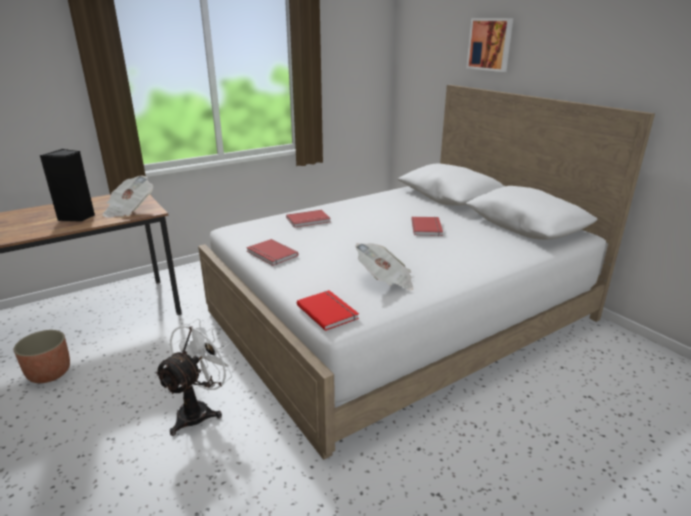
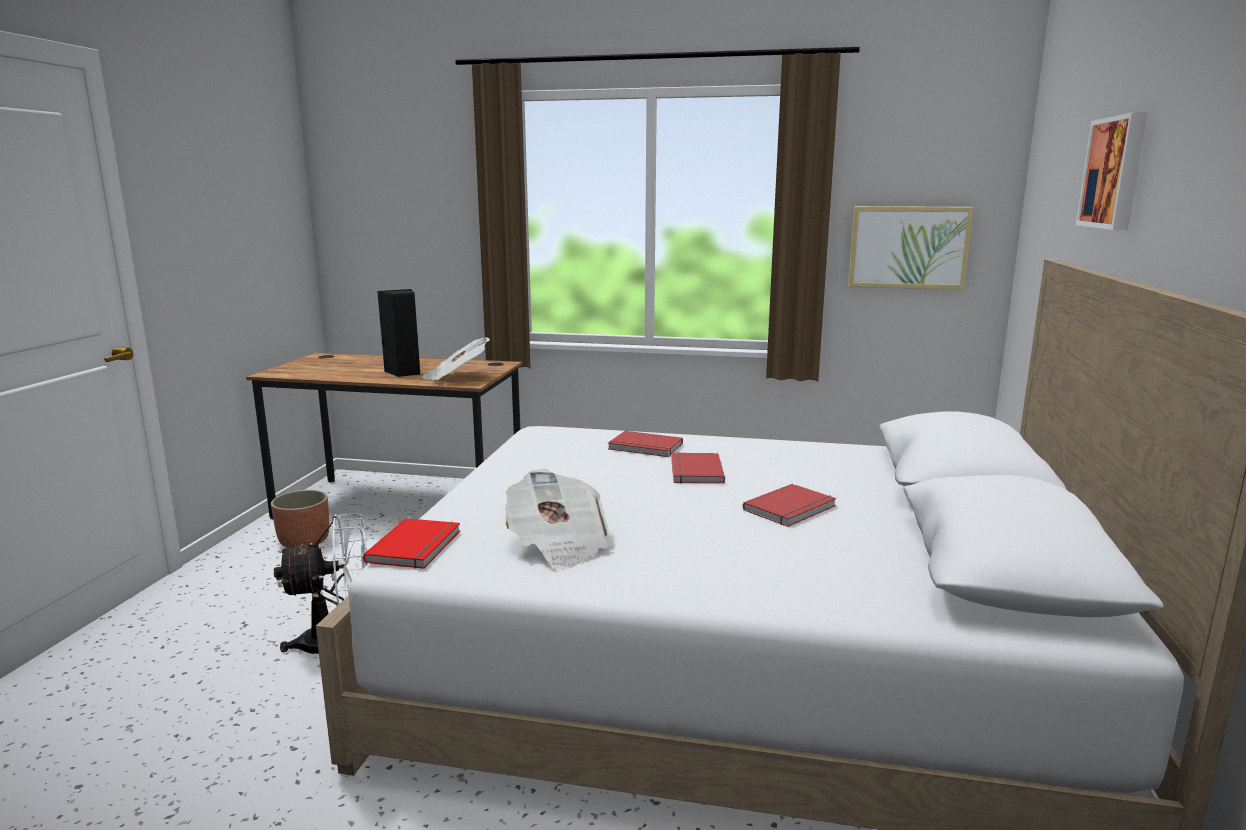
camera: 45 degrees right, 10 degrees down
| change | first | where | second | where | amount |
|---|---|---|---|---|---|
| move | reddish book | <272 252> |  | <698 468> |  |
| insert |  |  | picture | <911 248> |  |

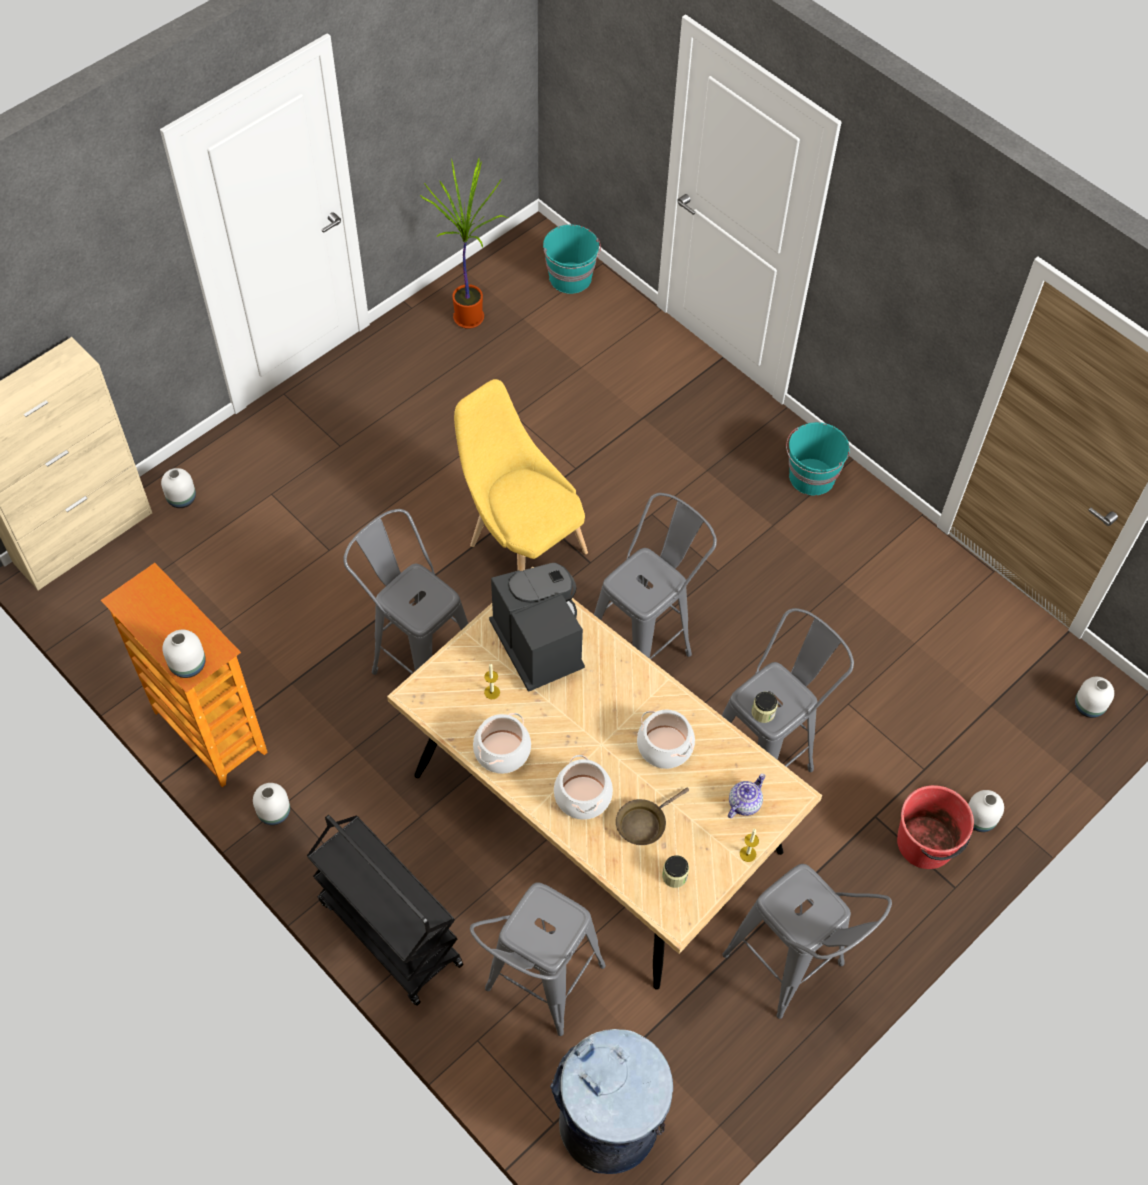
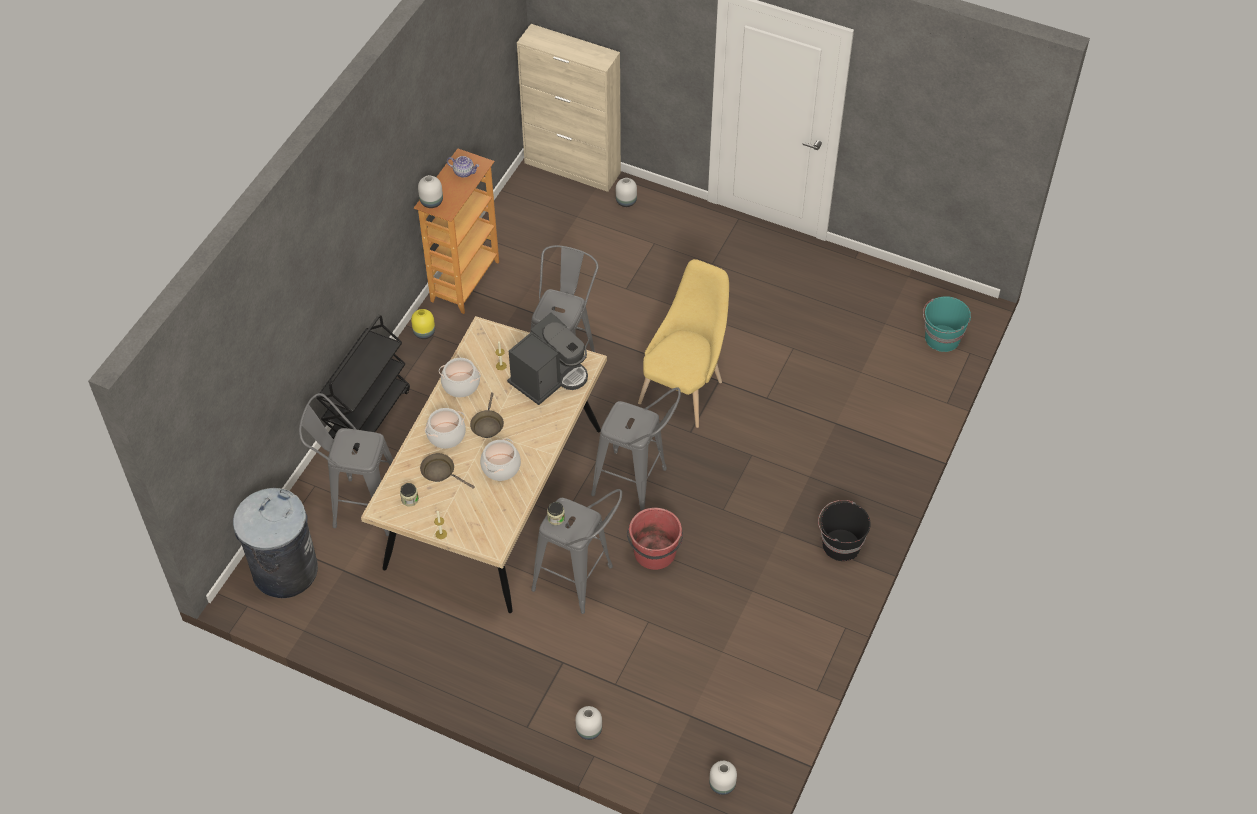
camera: 70 degrees right, 5 degrees down
| change | first | where | second | where | amount |
|---|---|---|---|---|---|
| recolor | whitish vase | <271 804> | yellow-coloured vase | <423 324> |  |
| move | teapot | <746 796> |  | <463 167> |  |
| insert |  |  | brown-coloured frying pan | <487 415> |  |
| move | reddish water bucket | <935 827> |  | <655 539> |  |
| recolor | blue-green water bucket | <818 458> | black-coloured water bucket | <844 530> |  |
| delete | plant in a pot | <464 244> |  |  |  |
| delete | grey stool | <807 941> |  |  |  |

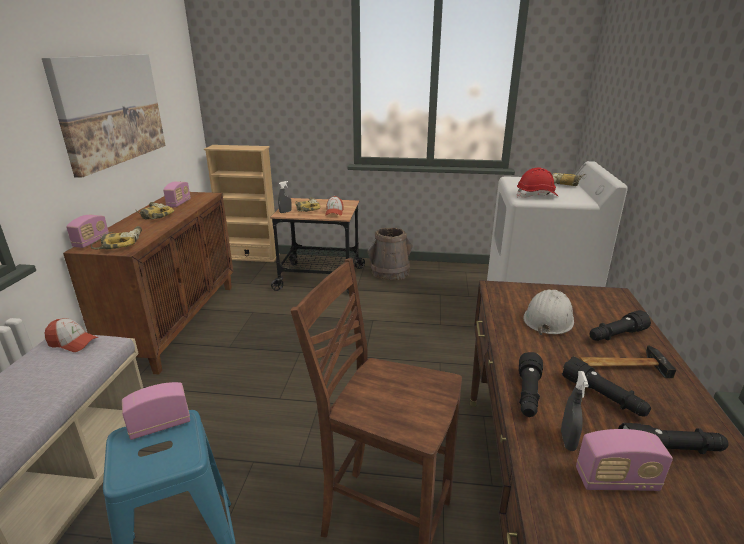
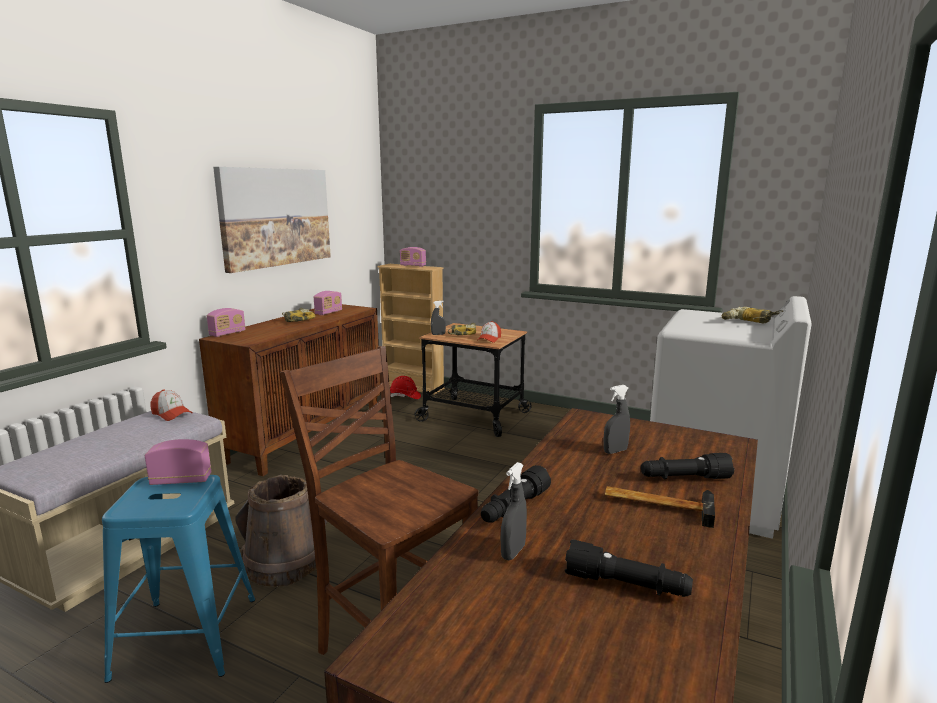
camera: 20 degrees right, 10 degrees down
| change | first | where | second | where | amount |
|---|---|---|---|---|---|
| move | brown-coloured water bucket | <390 254> |  | <281 531> |  |
| move | reddish hard hat | <537 182> |  | <405 387> |  |
| move | radio receiver | <624 460> |  | <413 257> |  |
| replace | whitish hard hat | <549 312> | grey spray bottle | <617 419> |  |
| delete | electric drill | <116 237> |  |  |  |
| delete | black-coloured torch | <606 386> |  |  |  |

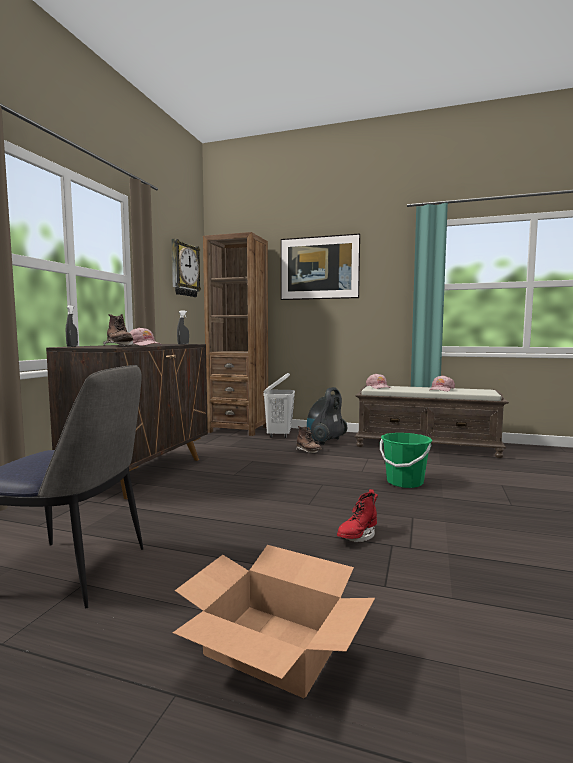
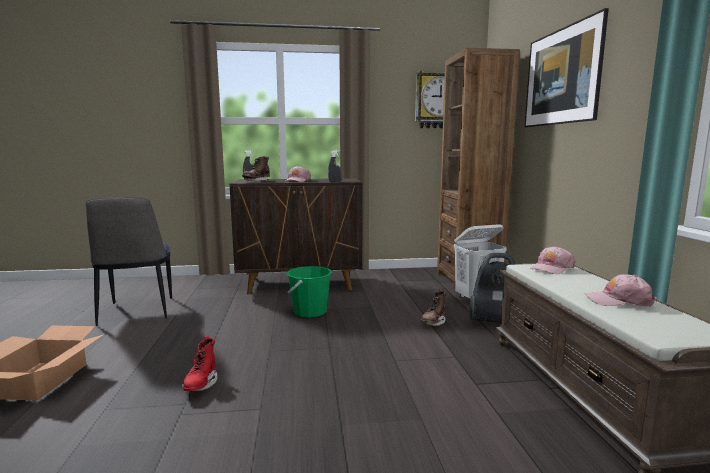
camera: 65 degrees right, 5 degrees up
| change | first | where | second | where | amount |
|---|---|---|---|---|---|
| rotate | reddish boot | <357 515> |  | <199 363> | 105 degrees counterclockwise |
| move | green water bucket | <406 460> |  | <309 292> |  |

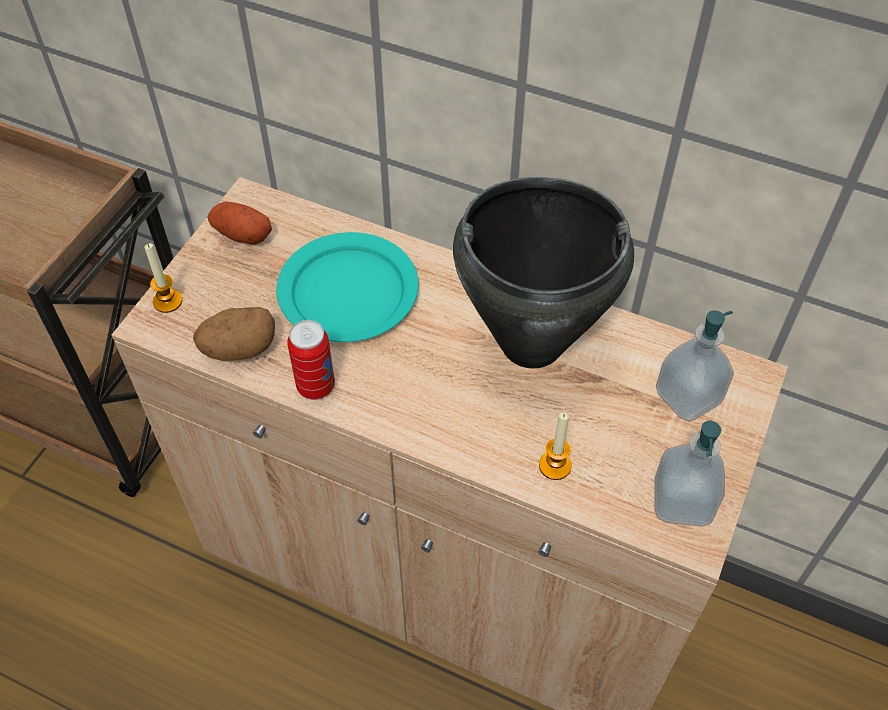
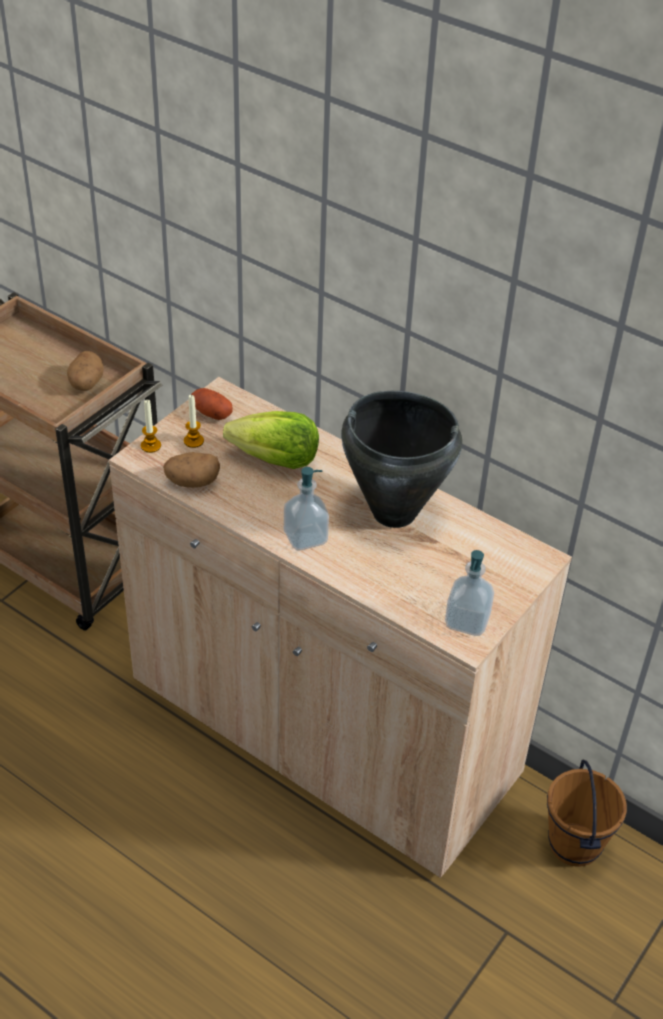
camera: 10 degrees right, 10 degrees down
| change | first | where | second | where | amount |
|---|---|---|---|---|---|
| insert |  |  | whole potato | <85 371> |  |
| move | wax candle | <555 446> |  | <194 421> |  |
| replace | blue-green plate | <347 287> | head of lettuce | <271 440> |  |
| move | liquid soap bottle | <695 365> |  | <306 508> |  |
| insert |  |  | brown-coloured water bucket | <587 813> |  |
| delete | sealed can | <311 360> |  |  |  |

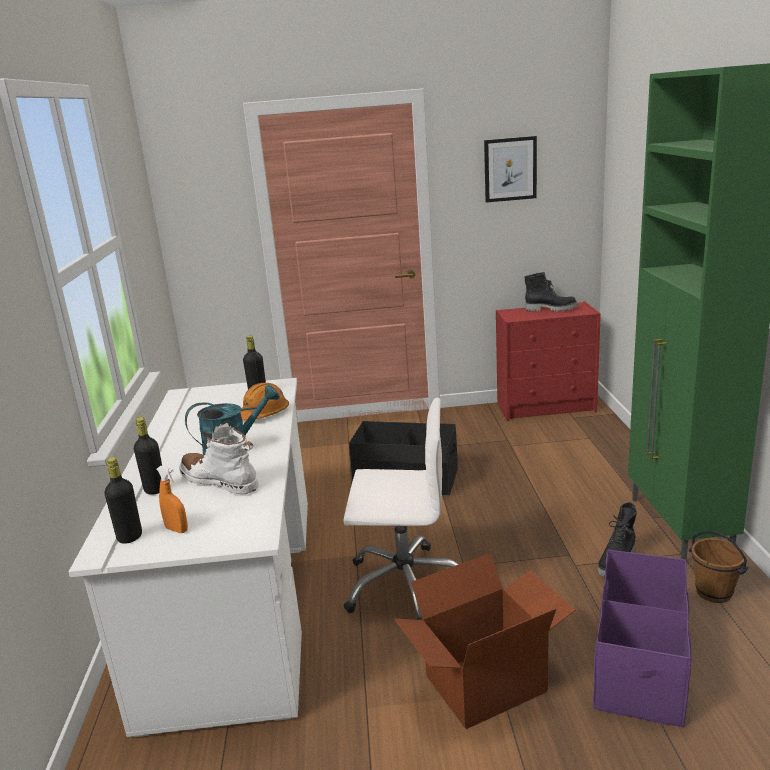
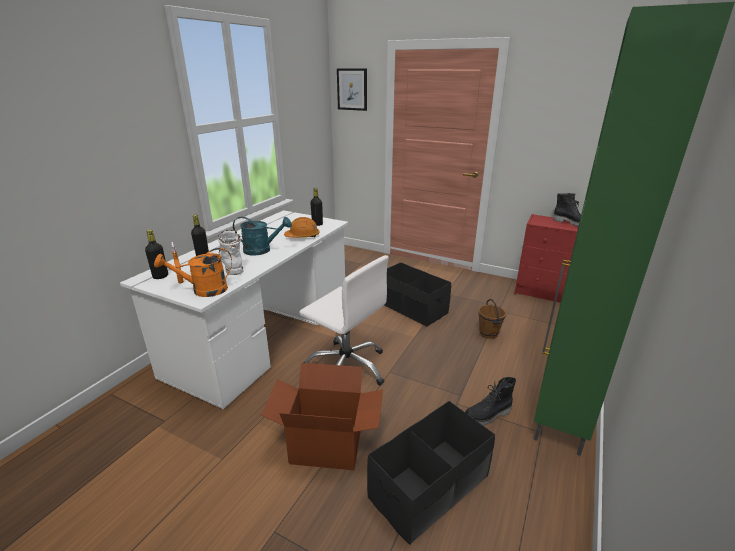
camera: 30 degrees right, 5 degrees up
| change | first | where | second | where | amount |
|---|---|---|---|---|---|
| insert |  |  | orange sprinkling can | <193 272> |  |
| move | picture | <510 169> |  | <352 89> |  |
| recolor | purple storage box | <642 638> | black-coloured storage box | <431 473> |  |
| move | brown-coloured water bucket | <718 567> |  | <492 319> |  |

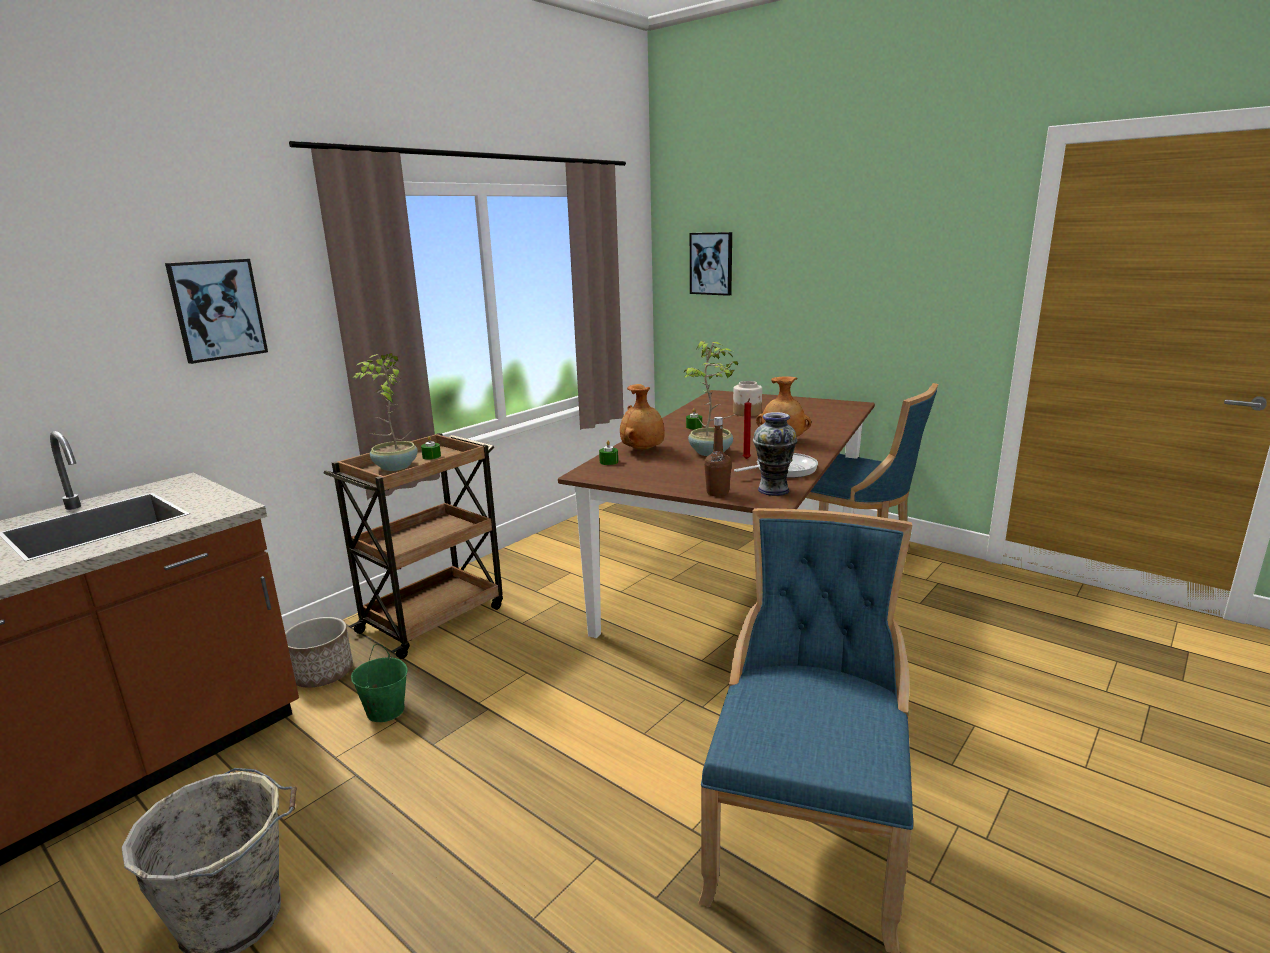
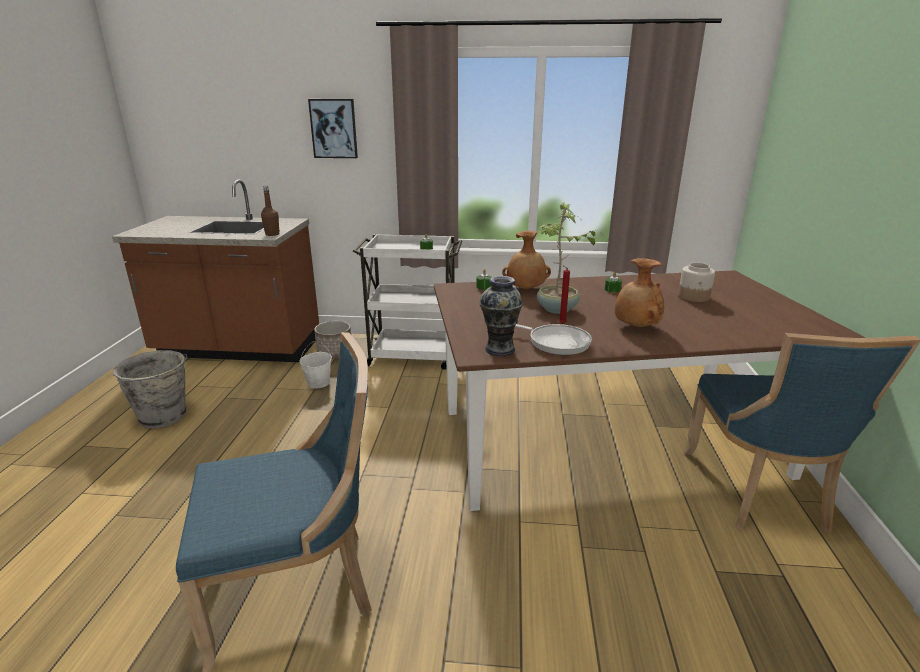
camera: 55 degrees right, 5 degrees up
| change | first | where | second | where | amount |
|---|---|---|---|---|---|
| move | brown-coloured beverage bottle | <718 456> |  | <270 211> |  |
| recolor | green water bucket | <379 683> | whitish water bucket | <316 365> |  |
| recolor | brown-coloured wheeled cart | <413 546> | whitish wheeled cart | <407 302> |  |
| delete | plant in a pot | <385 412> |  |  |  |
| delete | picture | <711 264> |  |  |  |

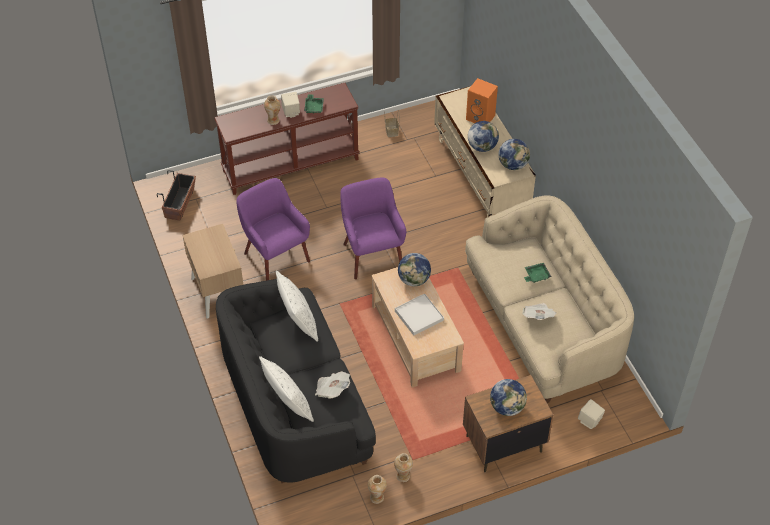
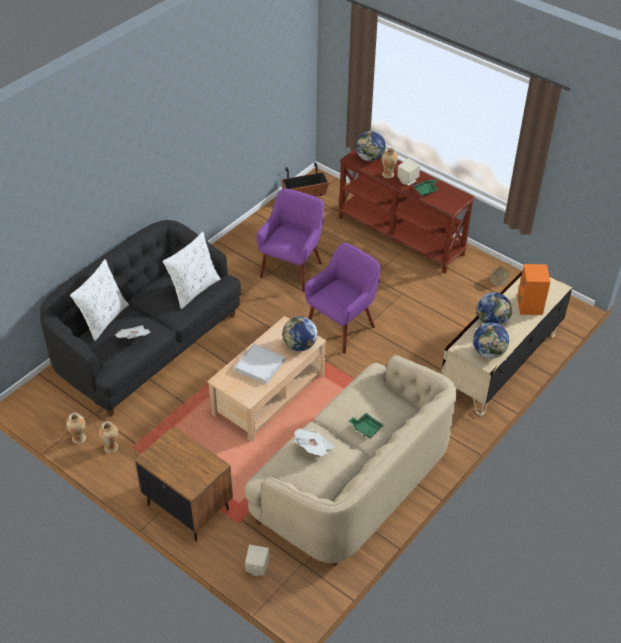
camera: 60 degrees right, 5 degrees down
| change | first | where | second | where | amount |
|---|---|---|---|---|---|
| move | globe | <508 397> |  | <371 146> |  |
| delete | sand-coloured bedside table | <213 271> |  |  |  |

